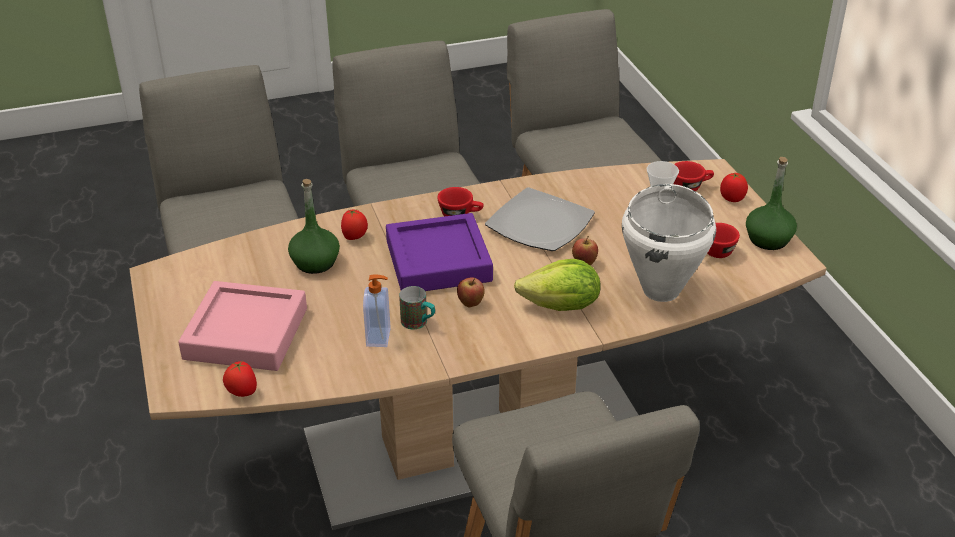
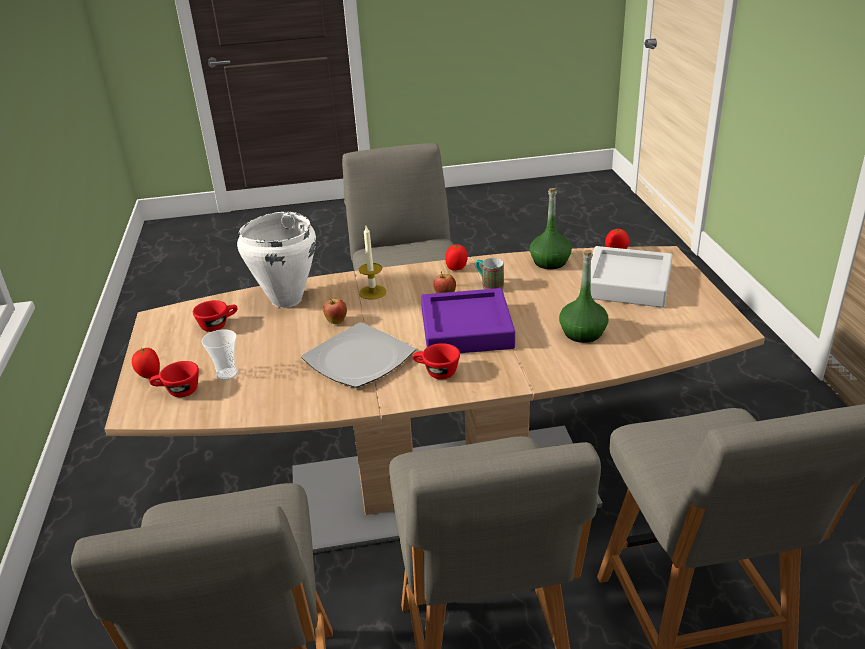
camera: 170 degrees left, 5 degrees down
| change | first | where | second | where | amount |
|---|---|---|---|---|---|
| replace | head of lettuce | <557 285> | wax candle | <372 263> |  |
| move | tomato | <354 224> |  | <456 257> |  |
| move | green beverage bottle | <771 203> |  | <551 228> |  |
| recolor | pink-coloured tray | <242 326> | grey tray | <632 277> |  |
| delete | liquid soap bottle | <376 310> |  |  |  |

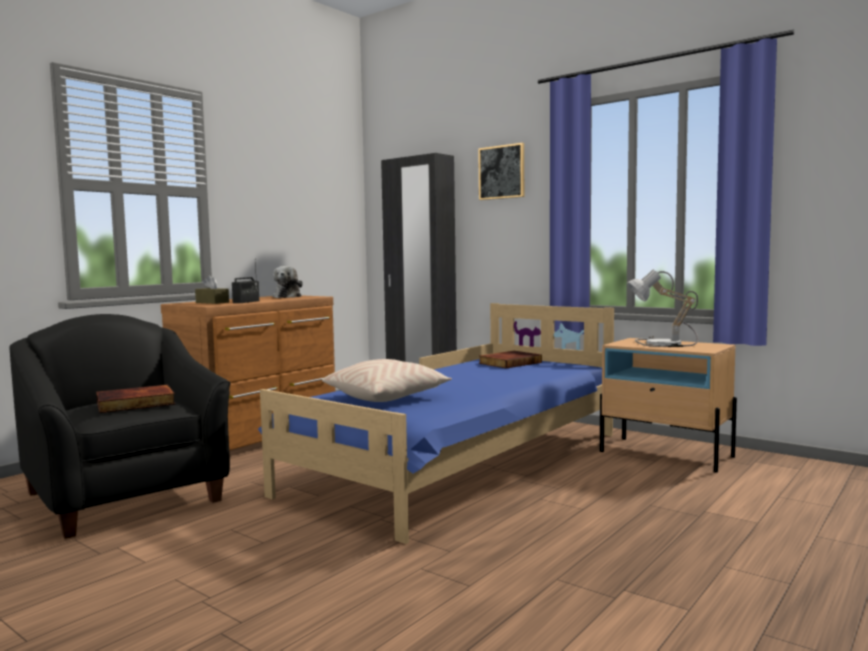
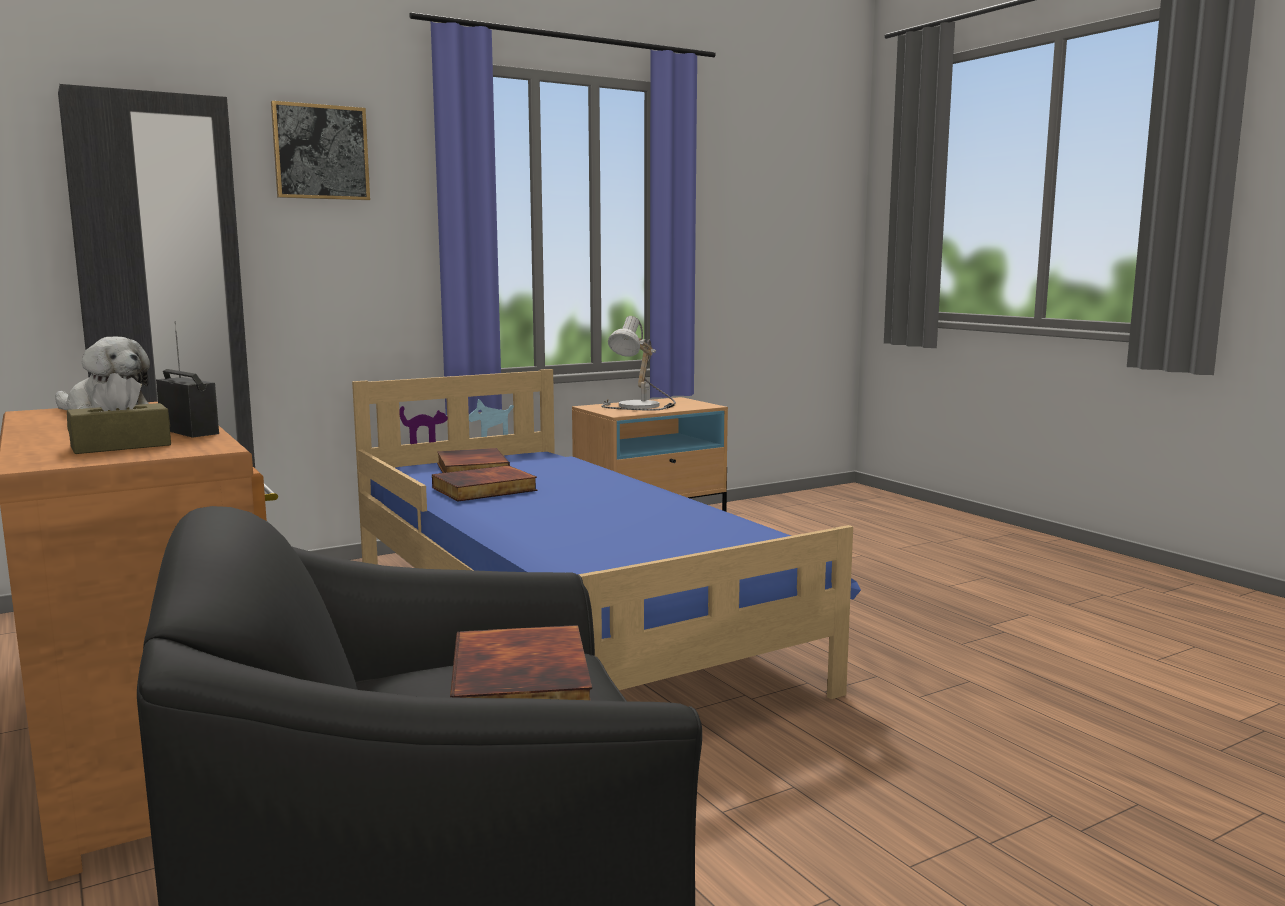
camera: 70 degrees left, 5 degrees up
| change | first | where | second | where | amount |
|---|---|---|---|---|---|
| insert |  |  | book | <484 483> |  |
| delete | sand-coloured cushion | <387 380> |  |  |  |

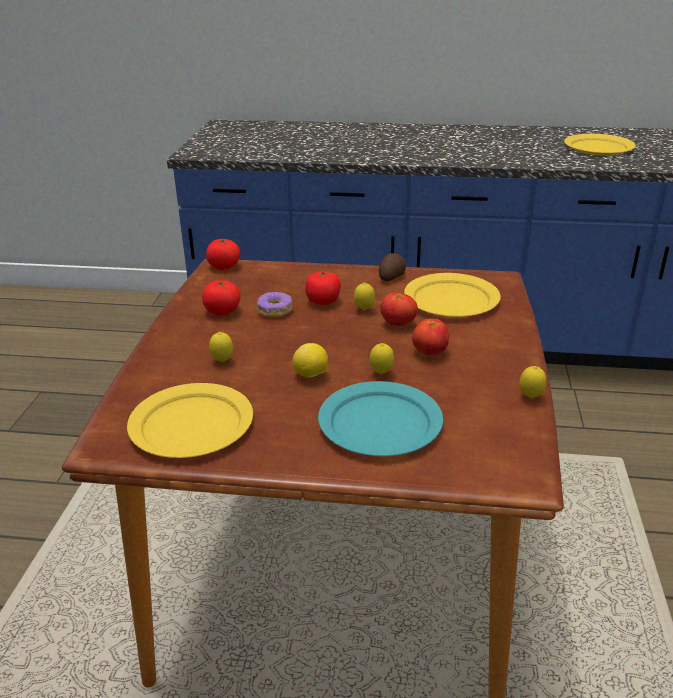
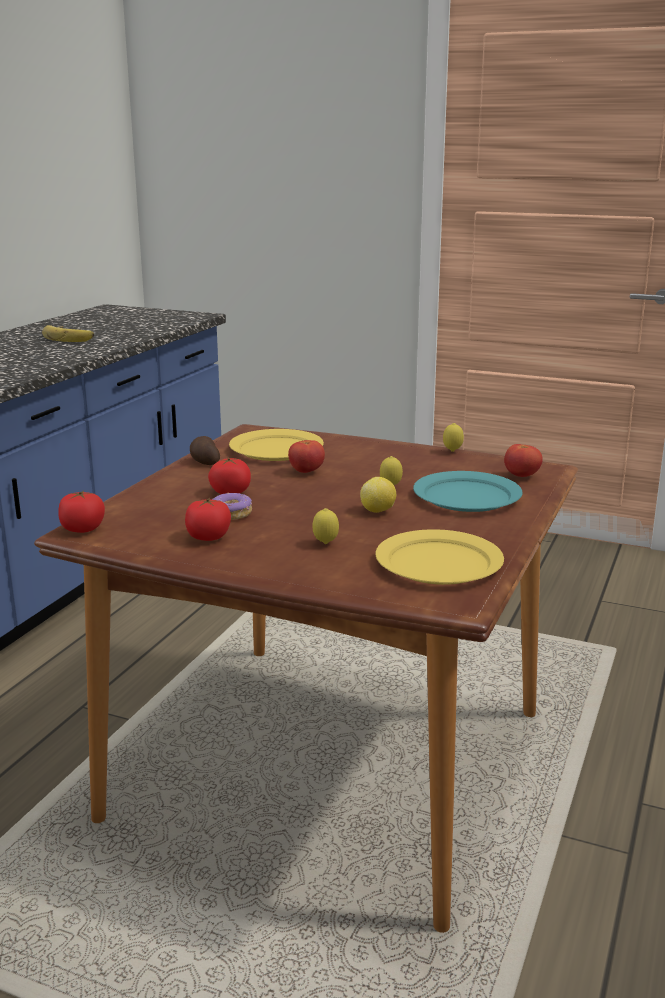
camera: 75 degrees left, 10 degrees down
| change | first | where | second | where | amount |
|---|---|---|---|---|---|
| replace | yellow-coloured plate | <600 145> | banana | <68 333> |  |
| move | tomato | <430 337> |  | <523 460> |  |
| delete | whole lemon | <364 297> |  |  |  |

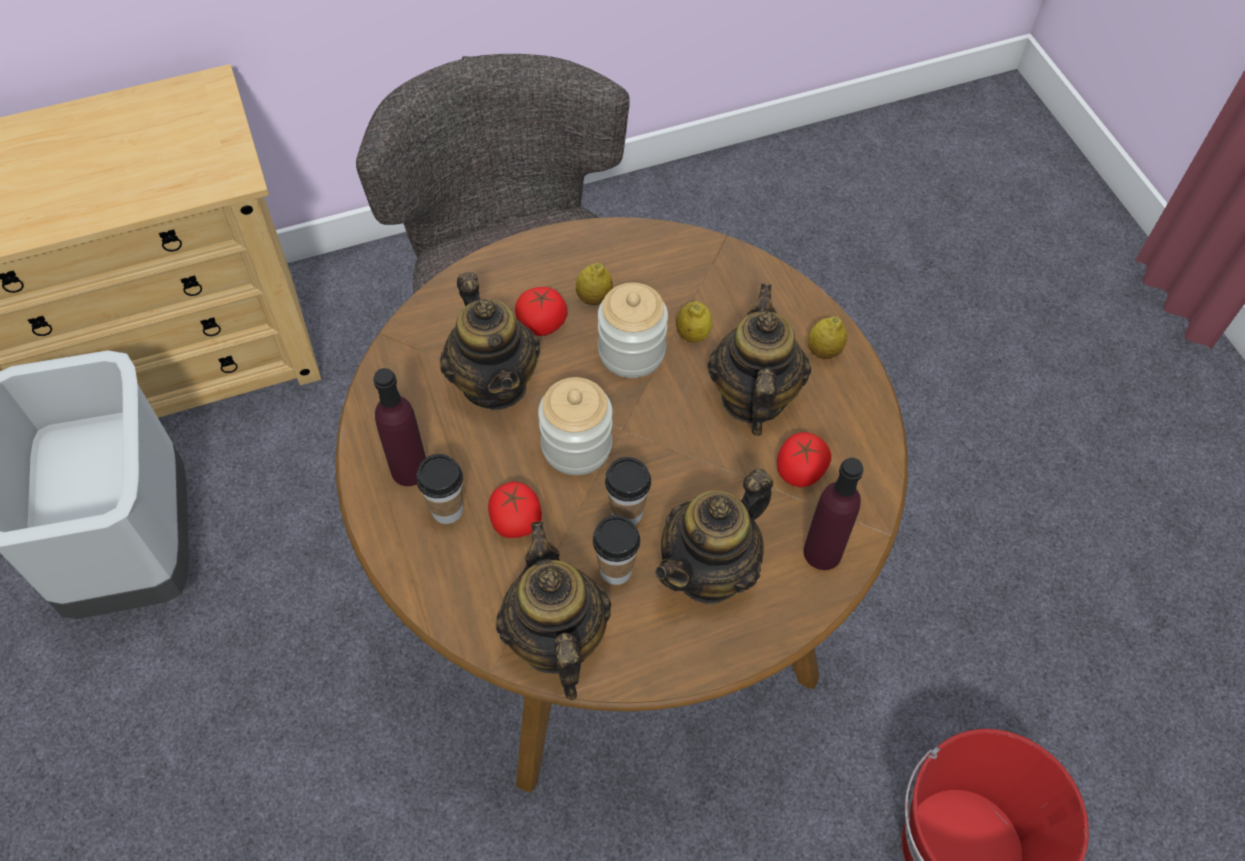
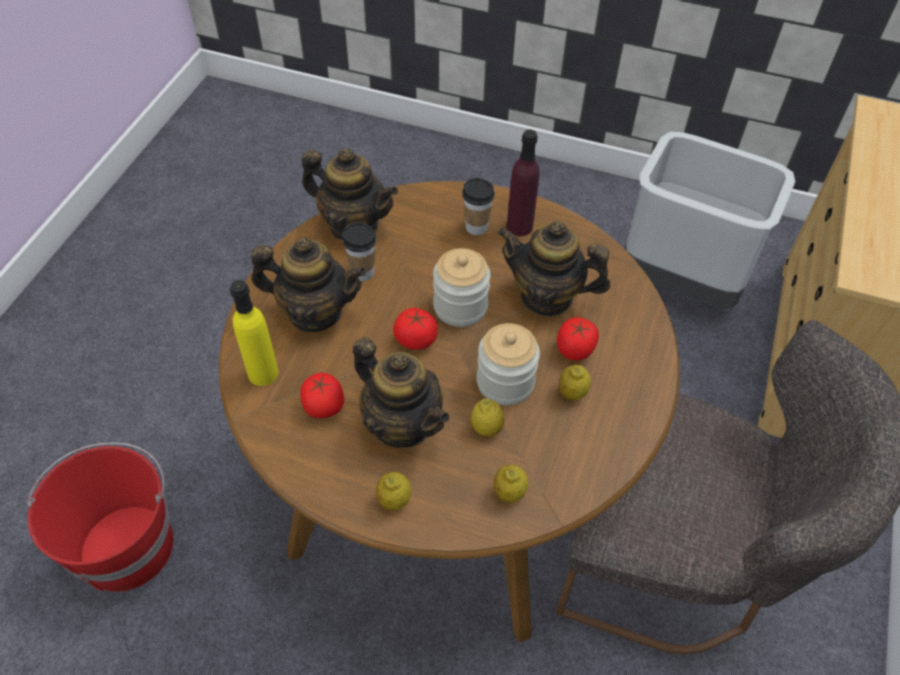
camera: 130 degrees right, 5 degrees down
| change | first | where | second | where | amount |
|---|---|---|---|---|---|
| recolor | purple beverage bottle | <833 514> | yellow-coloured beverage bottle | <254 333> |  |
| rotate | teapot | <714 537> |  | <308 284> | 105 degrees clockwise |
| move | tomato | <515 510> |  | <415 329> |  |
| insert |  |  | whole lemon | <510 484> |  |
| delete | small cup | <628 491> |  |  |  |

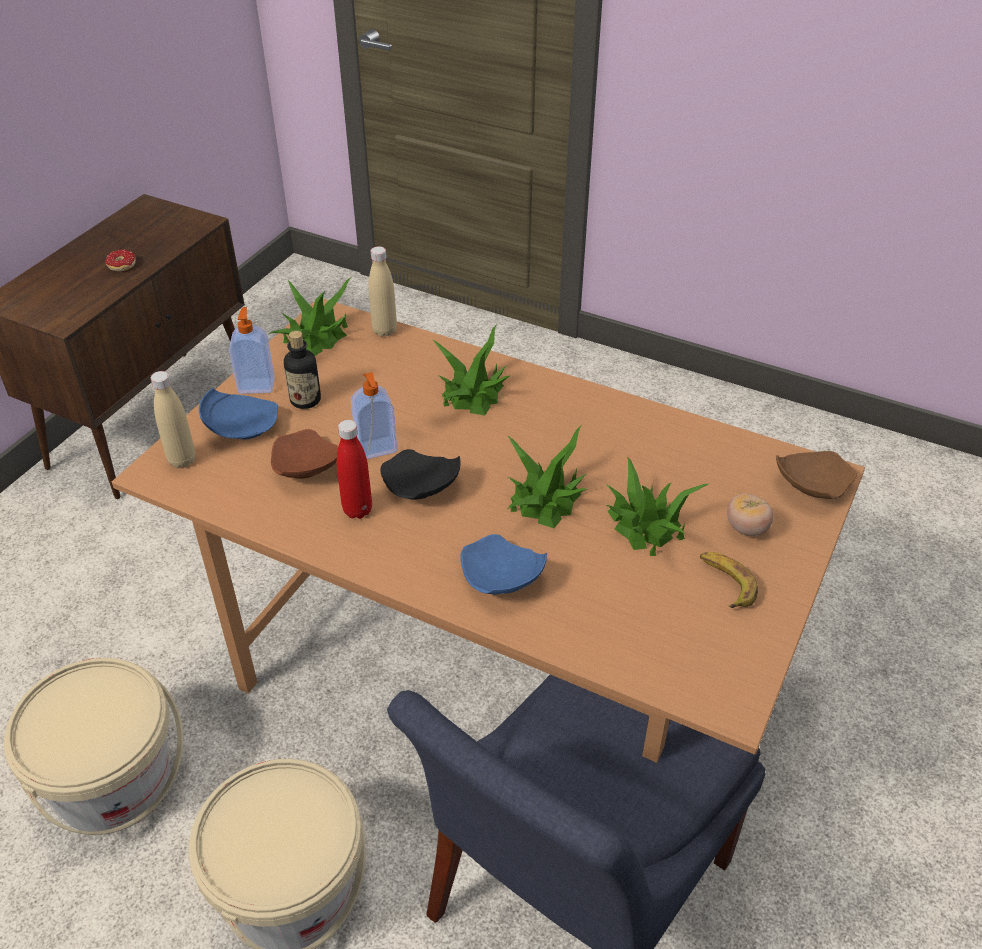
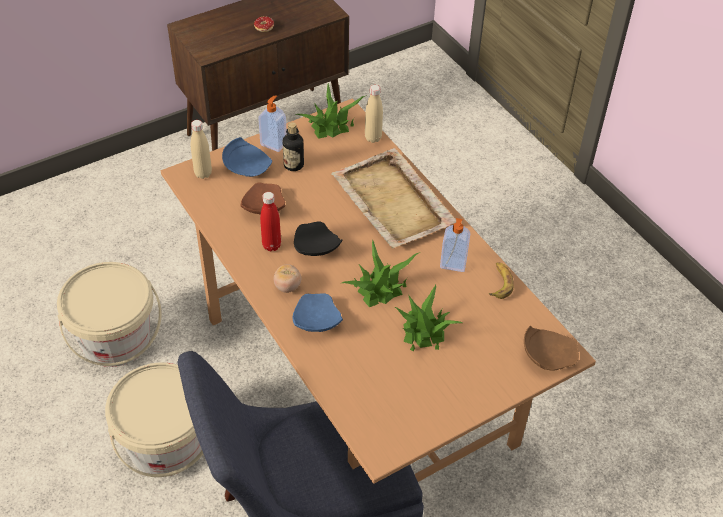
camera: 30 degrees right, 5 degrees up
| change | first | where | second | where | amount |
|---|---|---|---|---|---|
| move | tomato | <750 514> |  | <288 278> |  |
| replace | plant in a pot | <471 370> | sand-coloured tray | <393 198> |  |
| move | liquid soap bottle | <374 415> |  | <455 245> |  |
| move | banana | <729 580> |  | <501 280> |  |

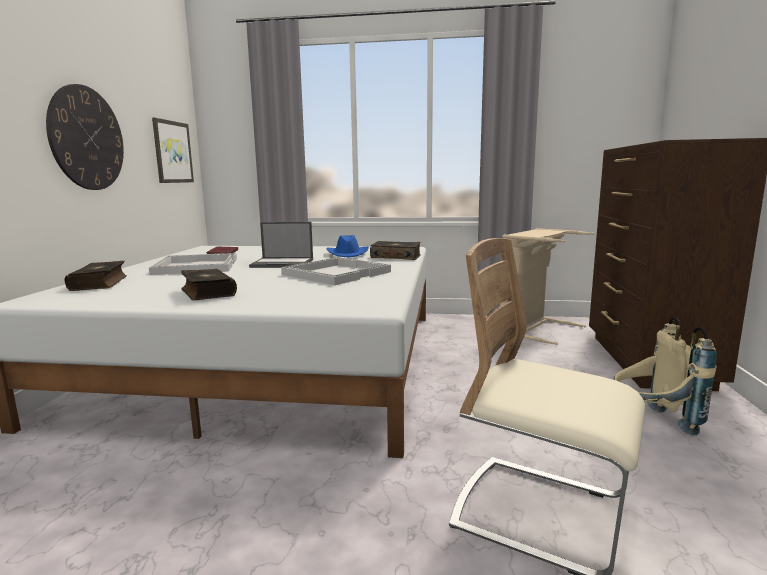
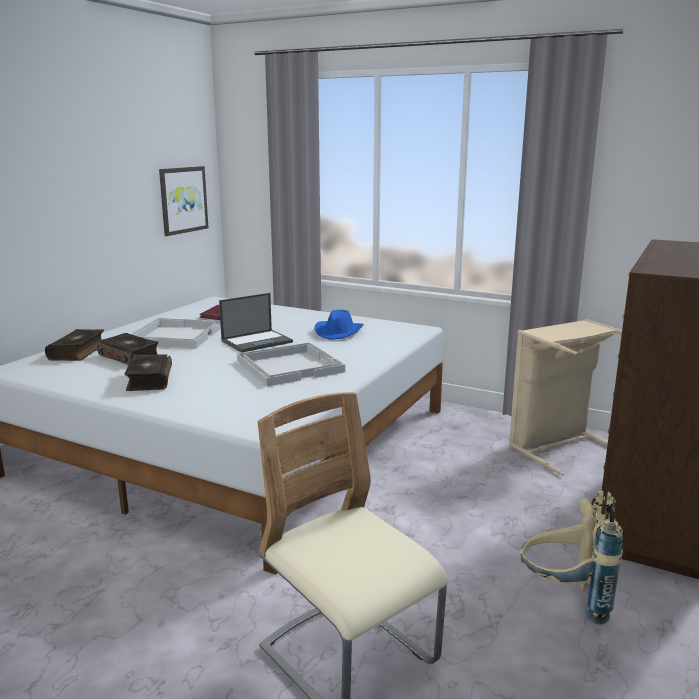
camera: 20 degrees right, 5 degrees up
| change | first | where | second | where | amount |
|---|---|---|---|---|---|
| move | book | <395 250> |  | <128 349> |  |
| rotate | notebook computer | <281 245> |  | <256 323> | 60 degrees counterclockwise |
| delete | wall clock | <85 137> |  |  |  |

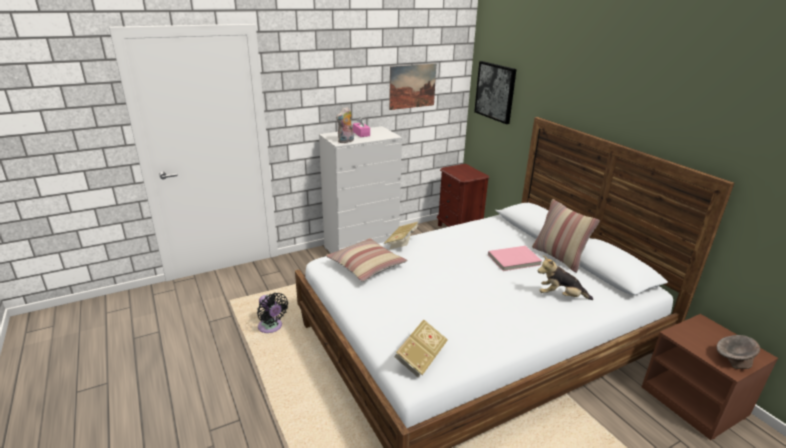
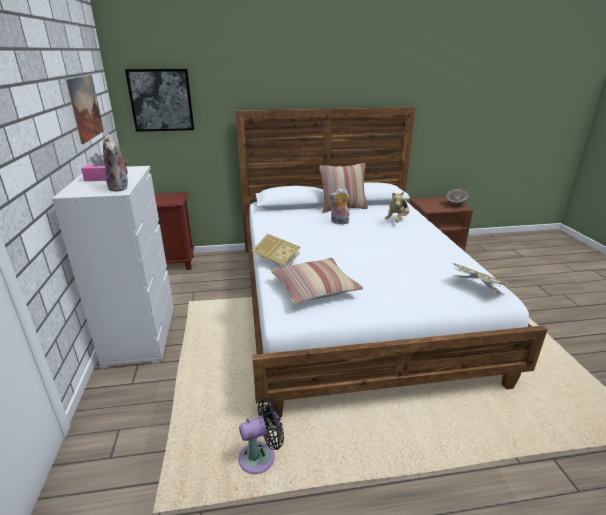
camera: 70 degrees left, 0 degrees up
| change | first | where | second | where | amount |
|---|---|---|---|---|---|
| replace | pink-coloured book | <515 258> | plush toy | <339 206> |  |

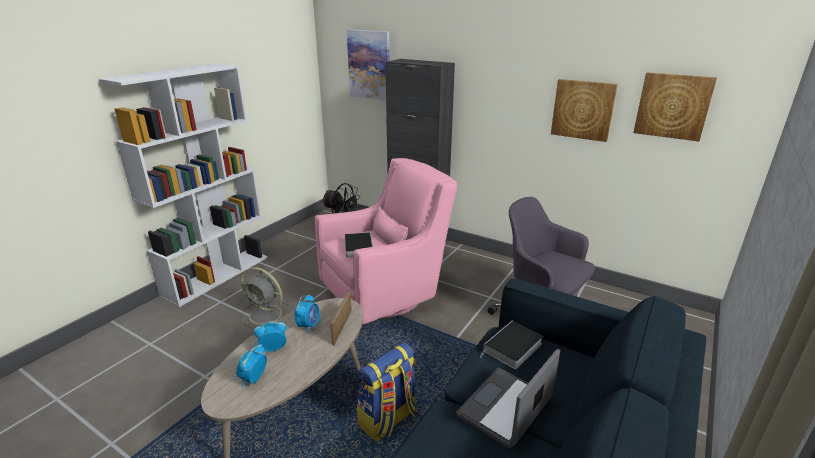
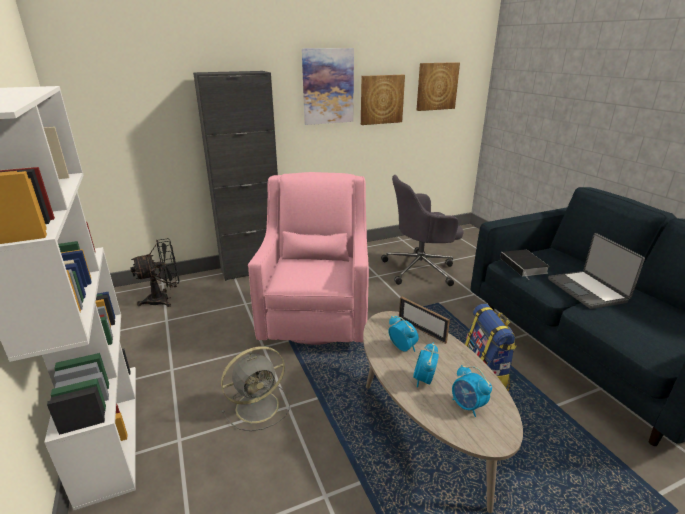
camera: 55 degrees left, 0 degrees up
| change | first | where | second | where | amount |
|---|---|---|---|---|---|
| move | picture | <368 65> |  | <328 86> |  |
| delete | book | <359 245> |  |  |  |

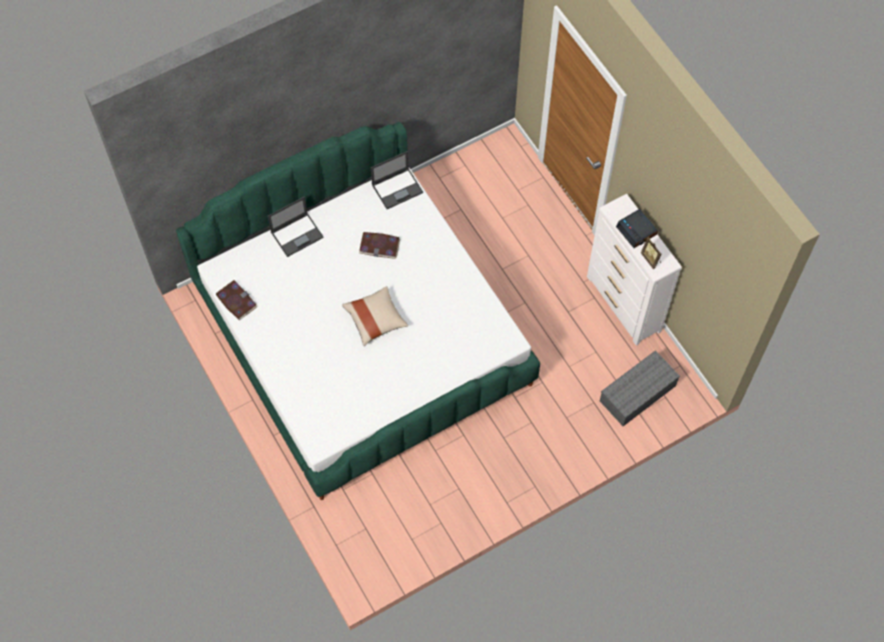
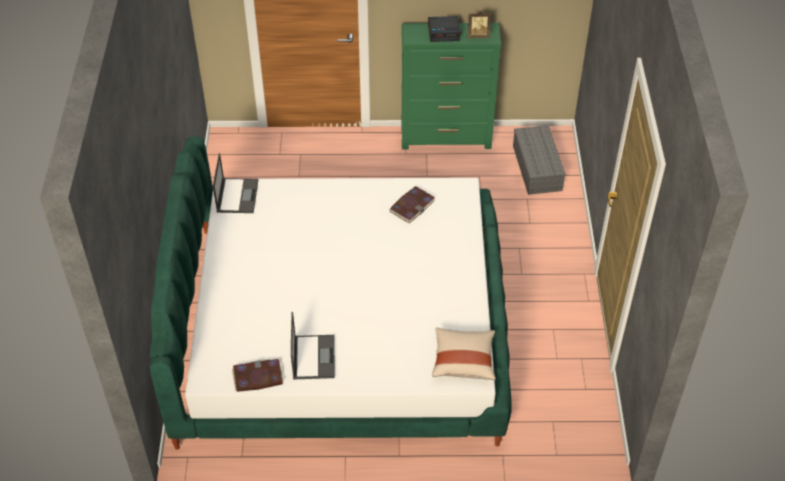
camera: 60 degrees left, 15 degrees down
| change | first | where | second | where | amount |
|---|---|---|---|---|---|
| move | notebook computer | <296 226> |  | <313 346> |  |
| move | book | <379 245> |  | <412 204> |  |
| recolor | whitish drawer chest | <634 270> | green drawer chest | <451 86> |  |
| move | sand-coloured cushion | <375 316> |  | <464 353> |  |

